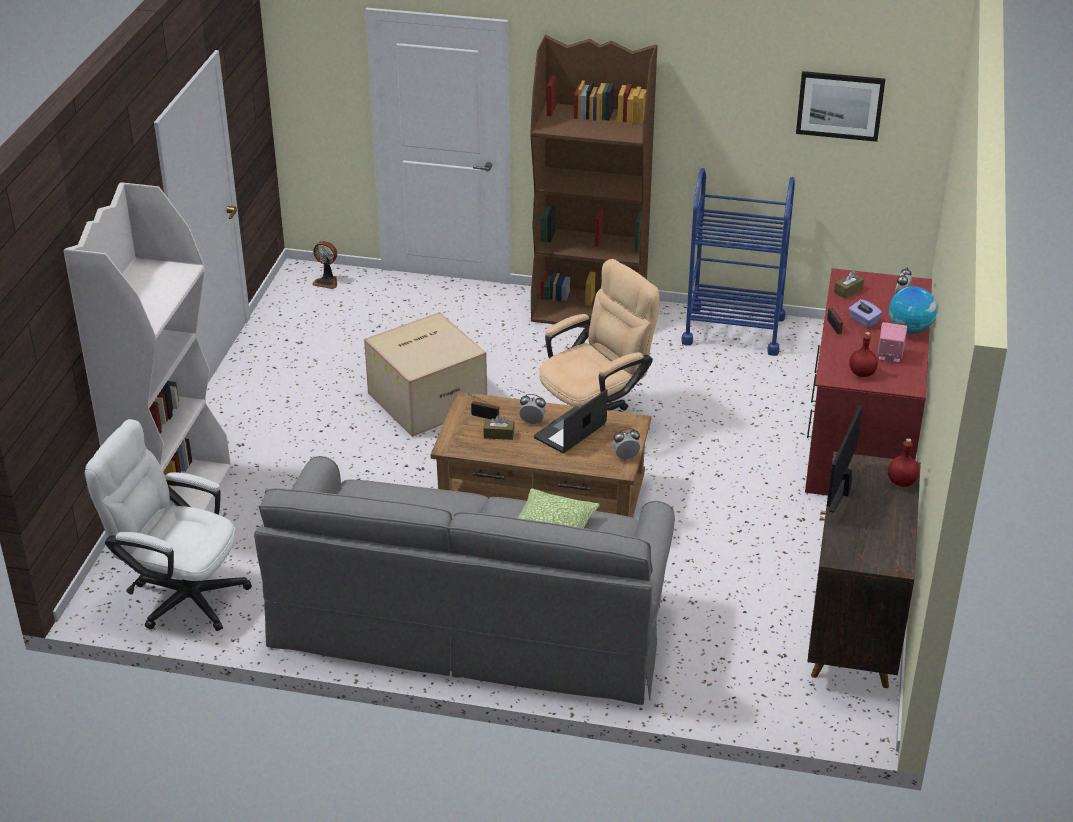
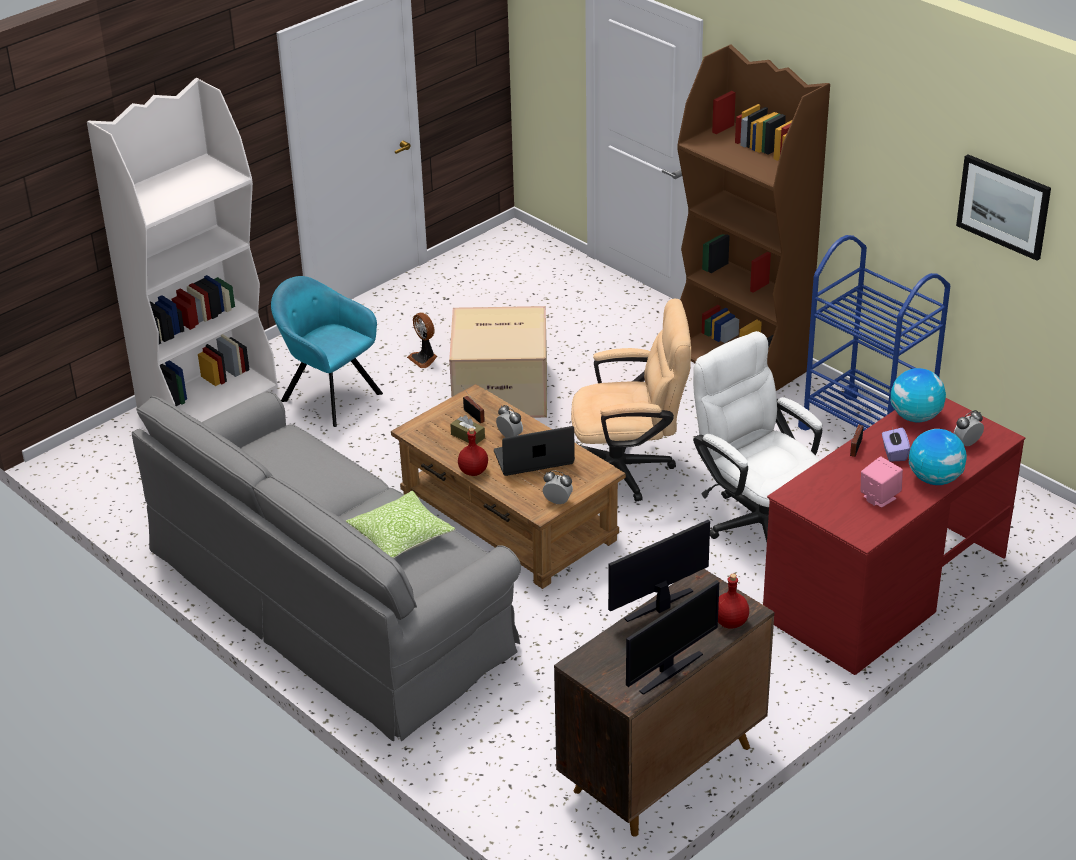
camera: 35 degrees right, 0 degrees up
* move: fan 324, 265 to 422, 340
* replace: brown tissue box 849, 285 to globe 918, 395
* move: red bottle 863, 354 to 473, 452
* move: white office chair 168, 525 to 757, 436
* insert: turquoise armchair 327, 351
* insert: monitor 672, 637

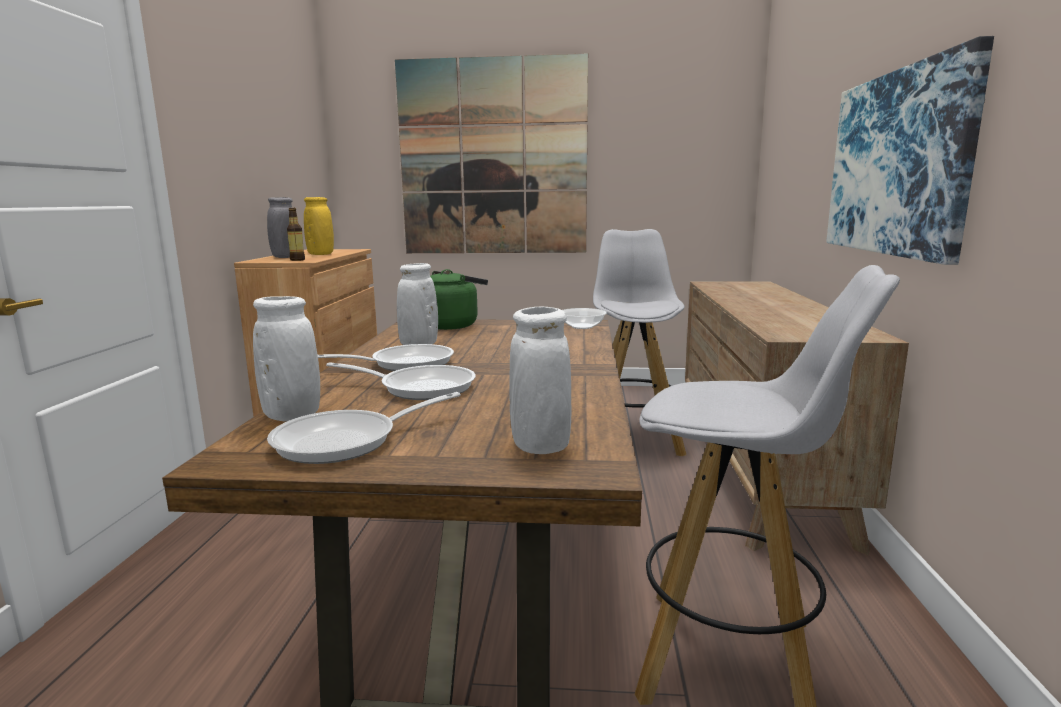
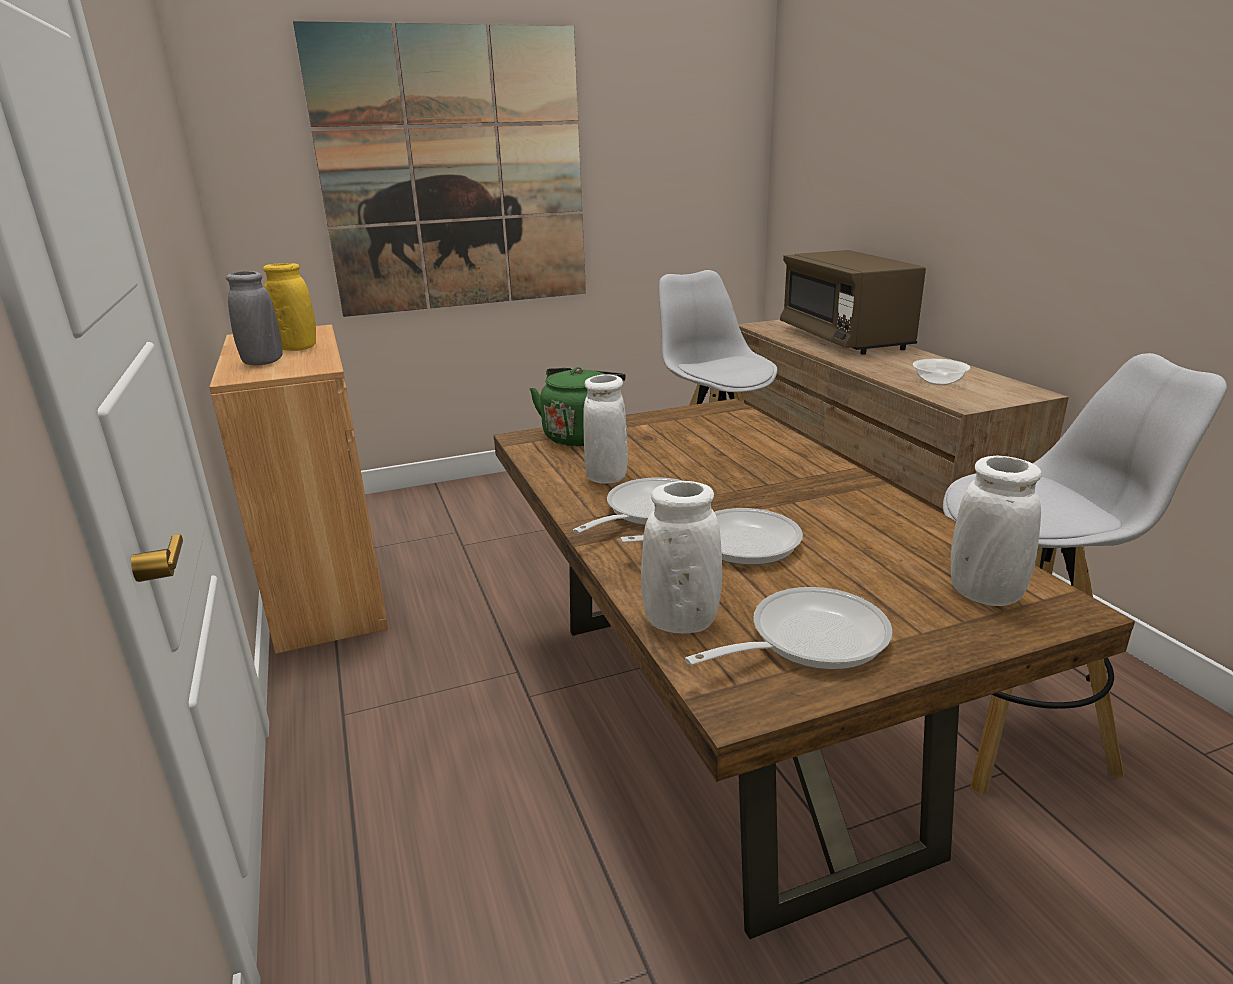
camera: 25 degrees left, 10 degrees up
* delete: picture 910, 150
* delete: bottle 296, 234
* move: bowl 584, 318 to 941, 372
* rotate: frying pan 364, 428 = 789, 628 150 degrees counterclockwise
* insert: brown microwave 853, 302

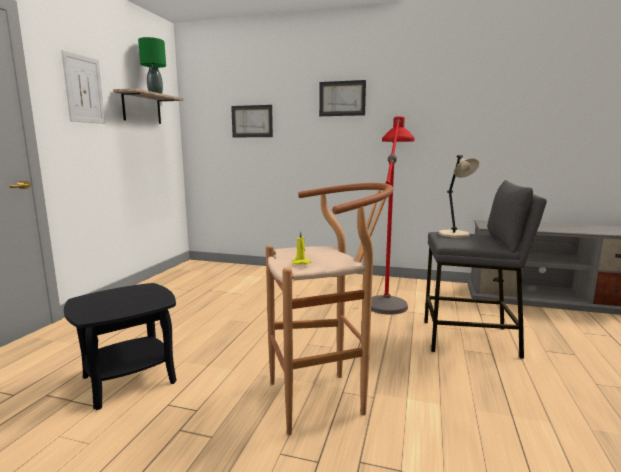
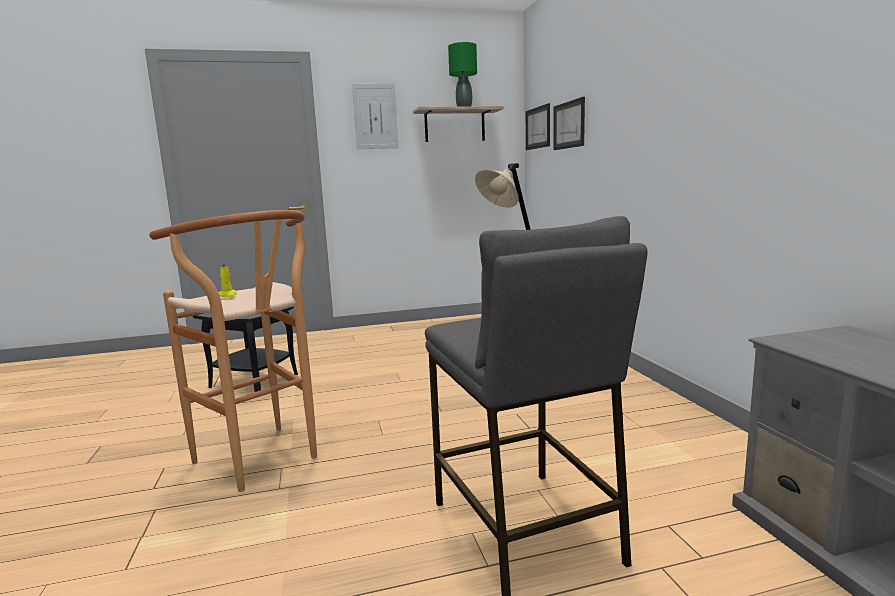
camera: 60 degrees right, 0 degrees up
* move: picture 342, 98 to 538, 126
* delete: red floor lamp 393, 215

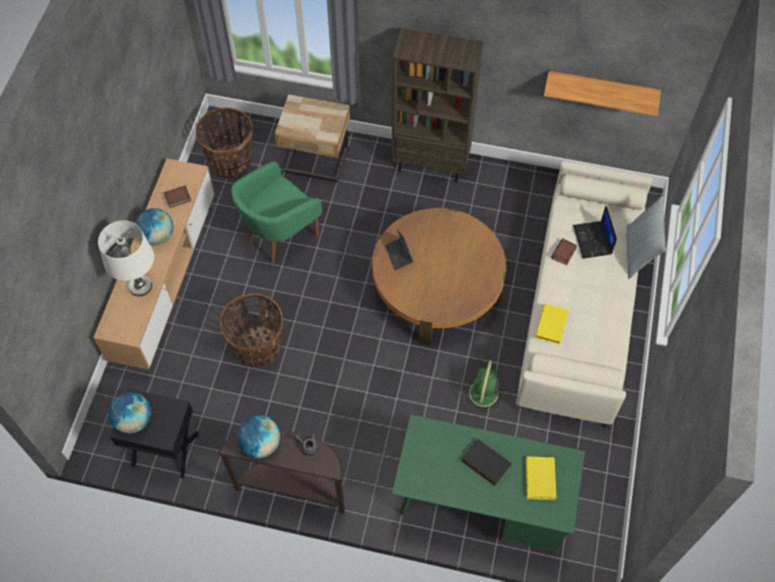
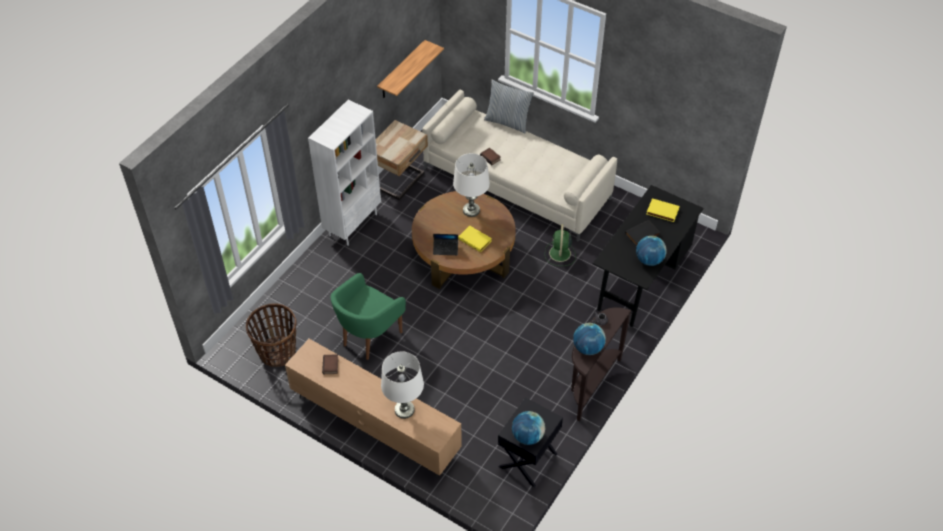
camera: 70 degrees left, 10 degrees down
* recolor: brown bookcase 437, 105 to white bookcase 344, 173
* move: beige nightstand 312, 138 to 402, 160
* rotate: green armchair 276, 212 = 368, 316 60 degrees clockwise
* delete: laptop 595, 232
* move: globe 155, 226 to 651, 251
* delete: basket 251, 331
* move: yellow book 552, 324 to 475, 239
* rotate: green fan 483, 387 = 560, 245 60 degrees clockwise
* recolor: green desk 488, 483 to black desk 648, 256
* insert: white table lamp 471, 185

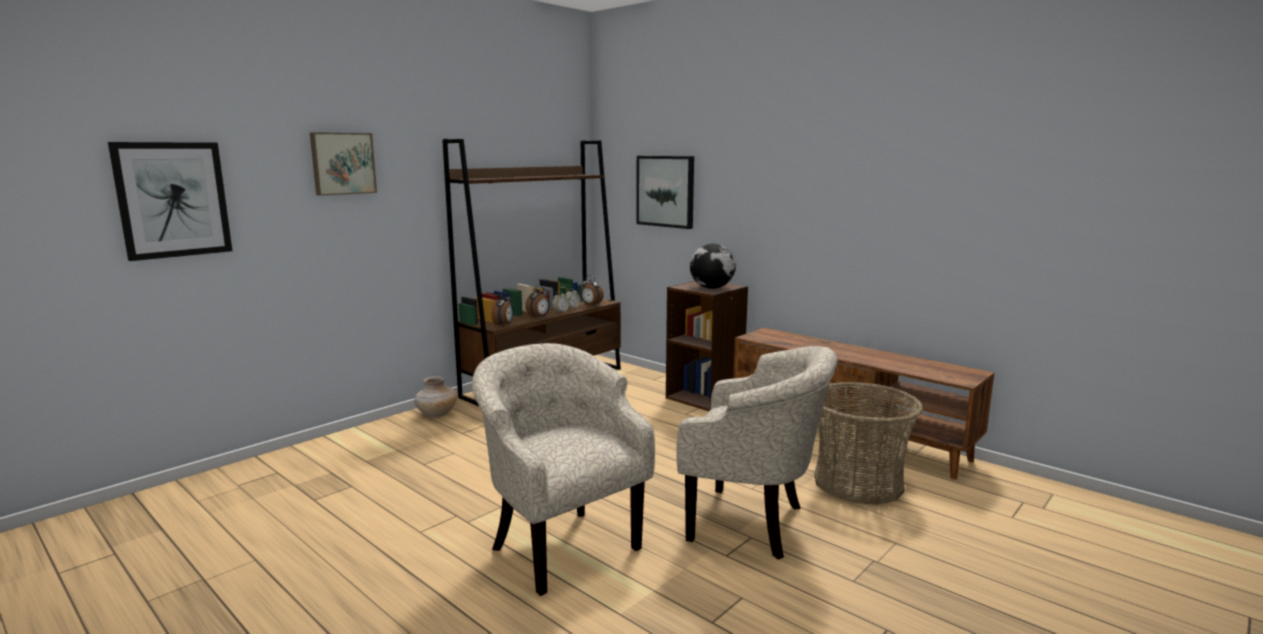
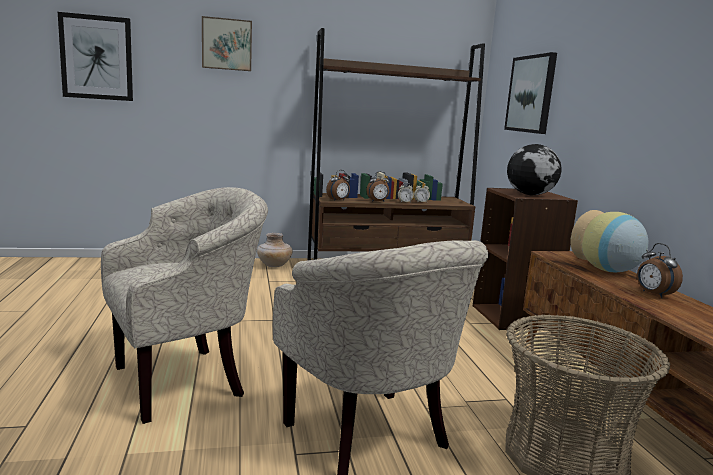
camera: 35 degrees right, 0 degrees up
* move: alarm clock 592, 290 to 660, 270
* rotate: beige armchair 563, 469 = 184, 305 60 degrees clockwise
* insert: vase 609, 241

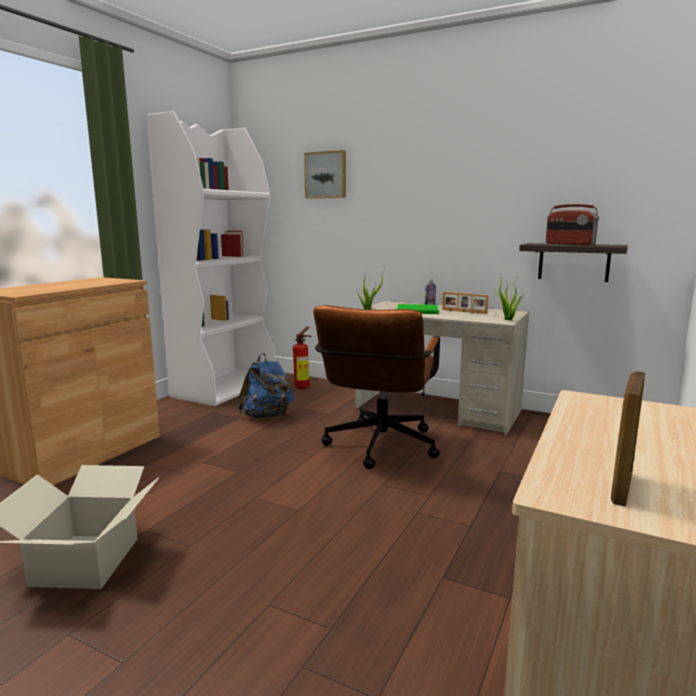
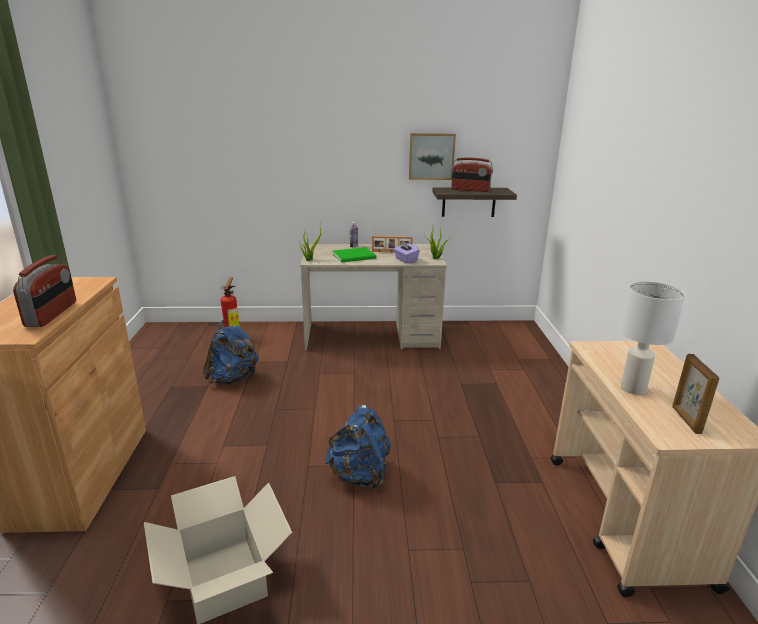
camera: 30 degrees left, 10 degrees up
* delete: white bookcase 211, 258
* move: picture 325, 174 to 432, 156
* delete: brown office chair 376, 387
* insert: purple tissue box 407, 252
* insert: radio 44, 291
* insert: white table lamp 652, 338
* insert: blue backpack 358, 447

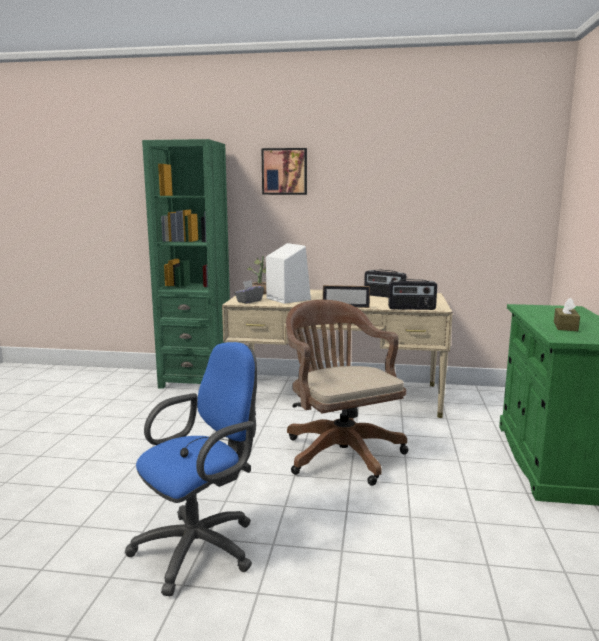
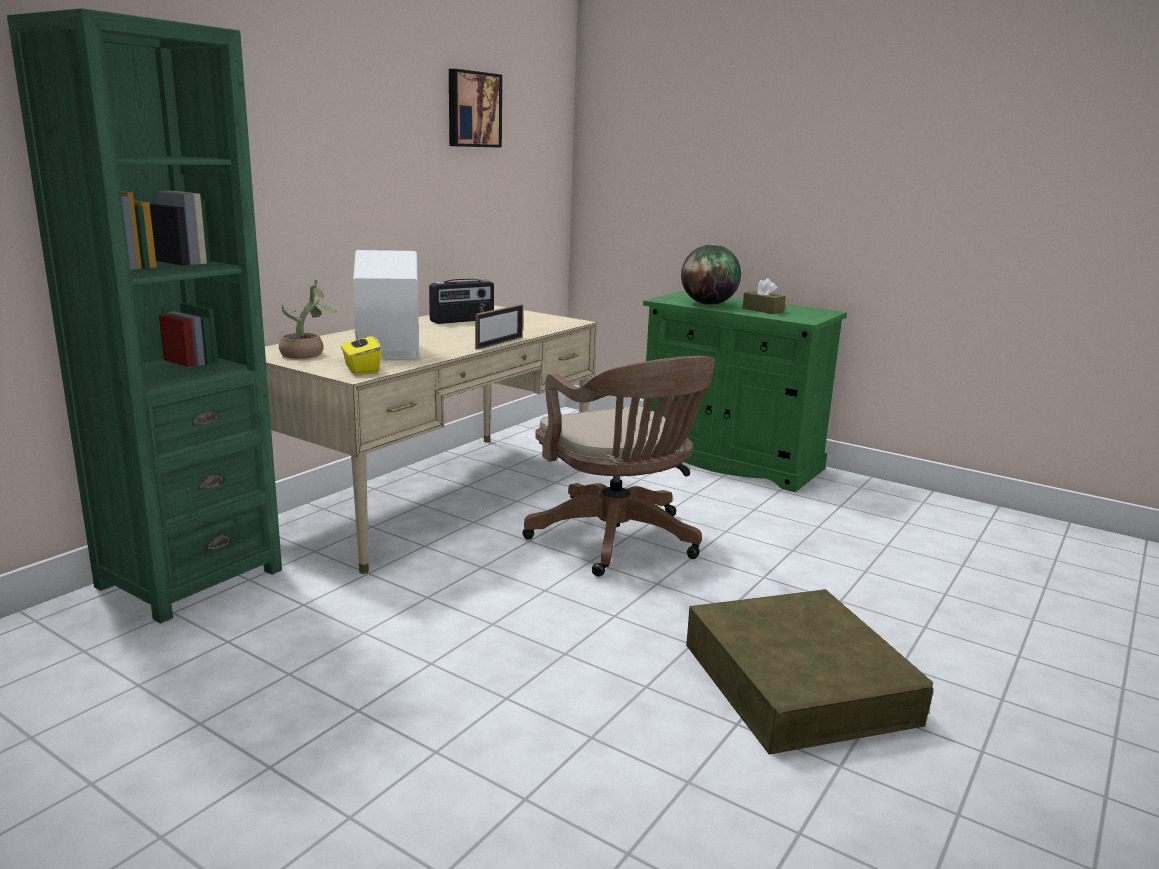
camera: 65 degrees left, 5 degrees up
* move: picture 284, 171 to 475, 108
* delete: radio 412, 294
* recolor: grey tissue box 249, 292 to yellow tissue box 361, 352
* rotate: brown office chair 347, 393 = 618, 466 120 degrees counterclockwise
* replace: blue office chair 191, 469 to brown storage box 810, 671
* insert: globe 711, 274

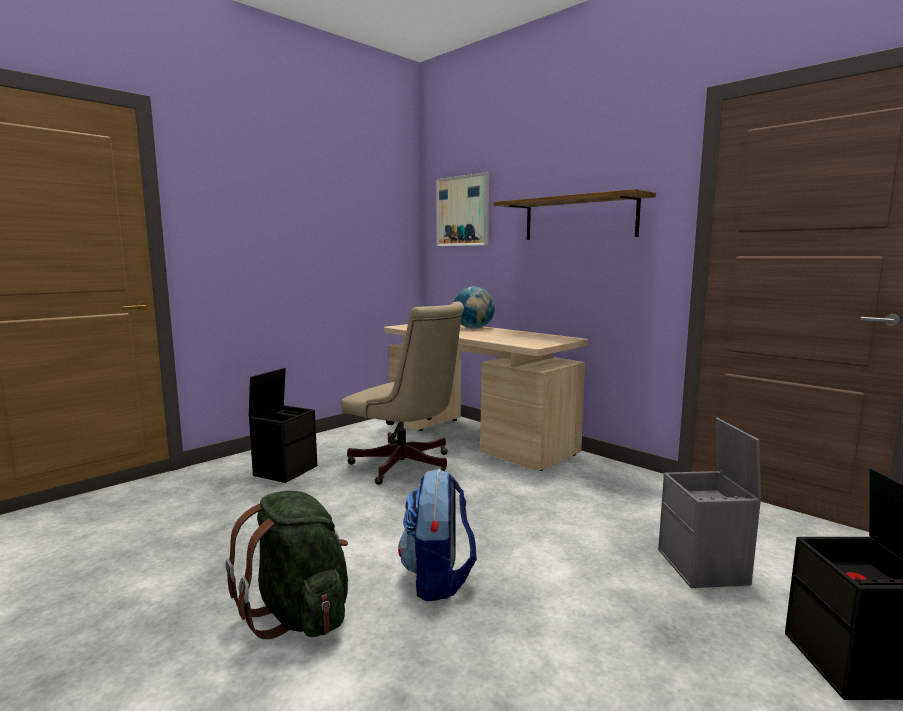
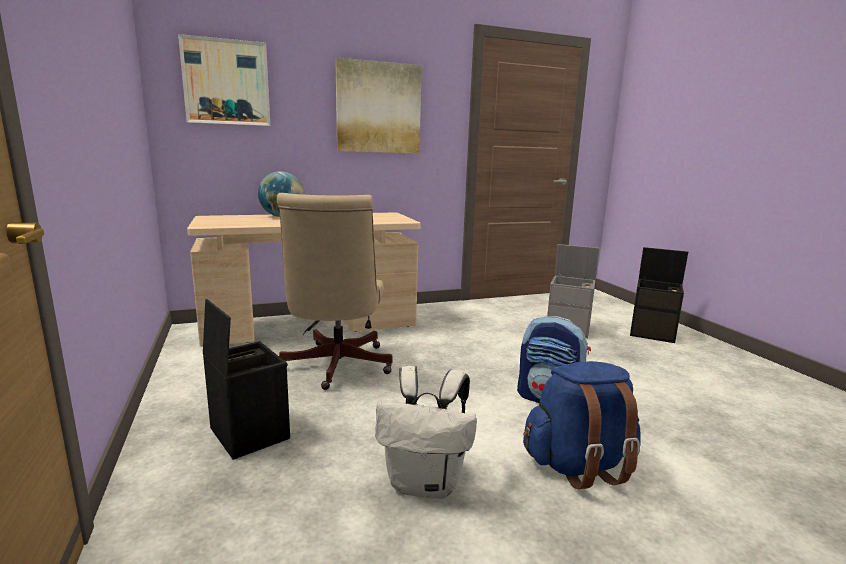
camera: 65 degrees left, 5 degrees up
* replace: shelf 575, 214 to picture 378, 105
* rotate: beige office chair 402, 393 = 335, 291 120 degrees clockwise
* recolor: green backpack 287, 565 to blue backpack 581, 425
* insert: white backpack 426, 432

